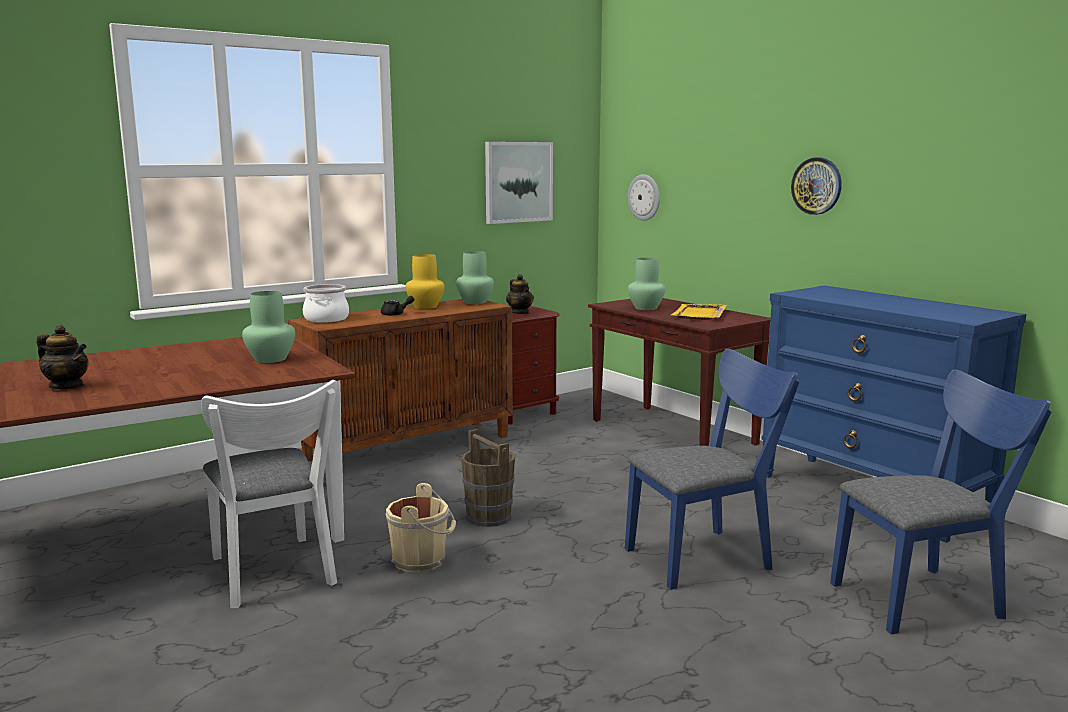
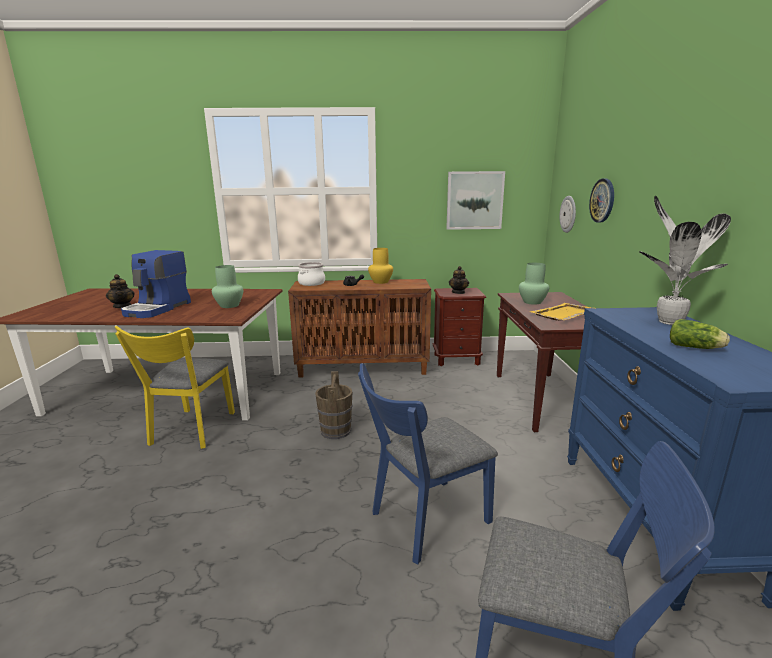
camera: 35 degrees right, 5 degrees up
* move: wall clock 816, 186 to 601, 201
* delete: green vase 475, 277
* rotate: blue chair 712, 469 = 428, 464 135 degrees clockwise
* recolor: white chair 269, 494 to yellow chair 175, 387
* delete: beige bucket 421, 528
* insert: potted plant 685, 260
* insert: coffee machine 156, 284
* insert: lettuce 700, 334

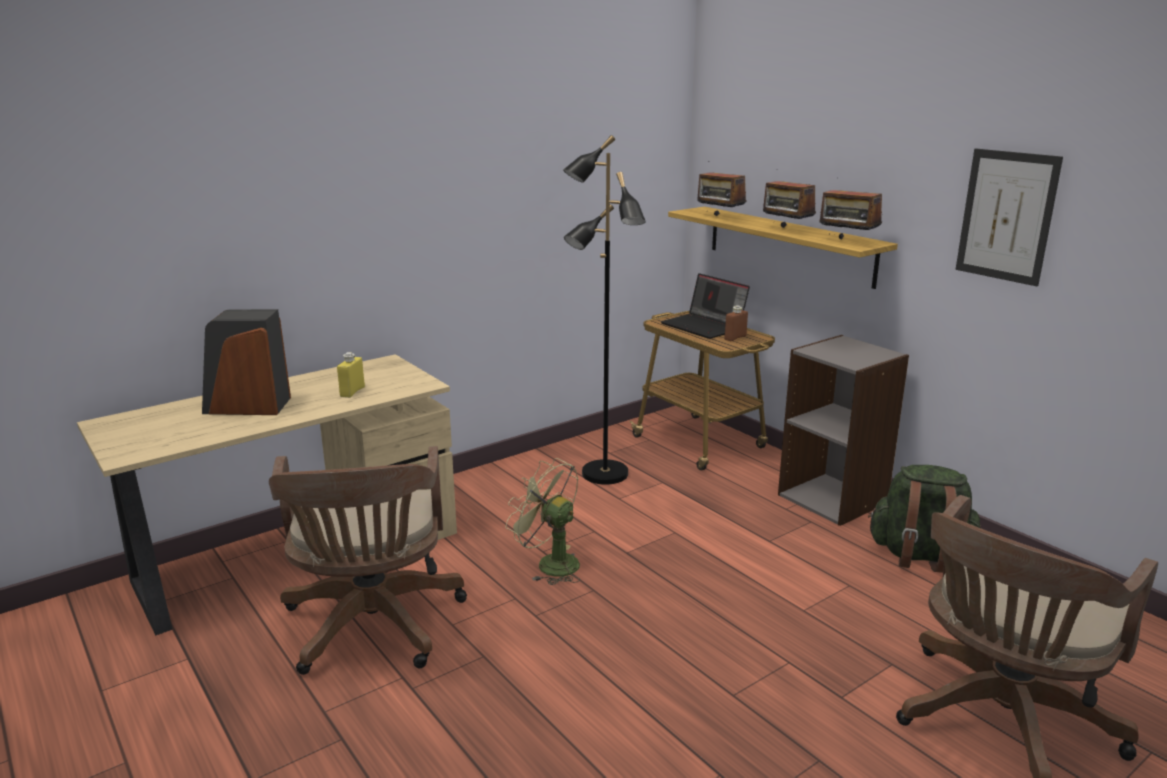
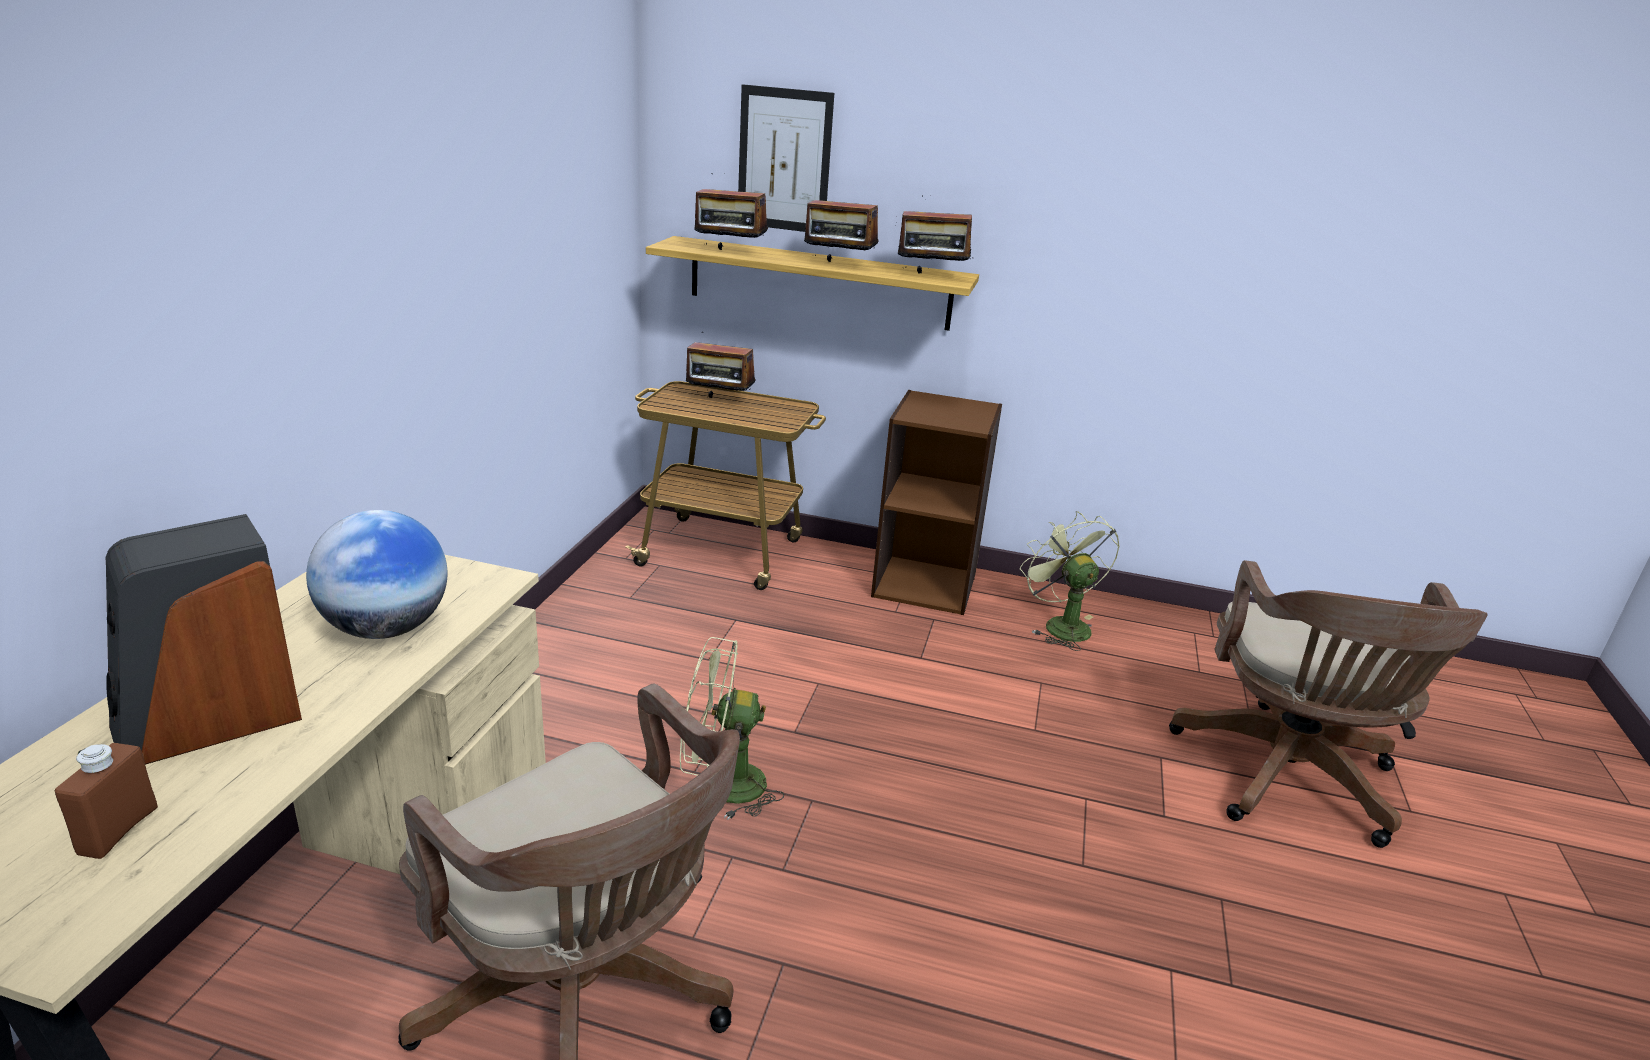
camera: 40 degrees left, 5 degrees up
* delete: black floor lamp 604, 310
* move: picture 1009, 217 to 786, 158
* replace: laptop 705, 306 to radio 721, 365
* move: brown bottle 736, 323 to 106, 801
* recolor: grey bookcase 843, 430 to brown bookcase 936, 502
* replace: yellow bottle 351, 375 to globe 376, 574
* replace: green backpack 924, 519 to green fan 1070, 581

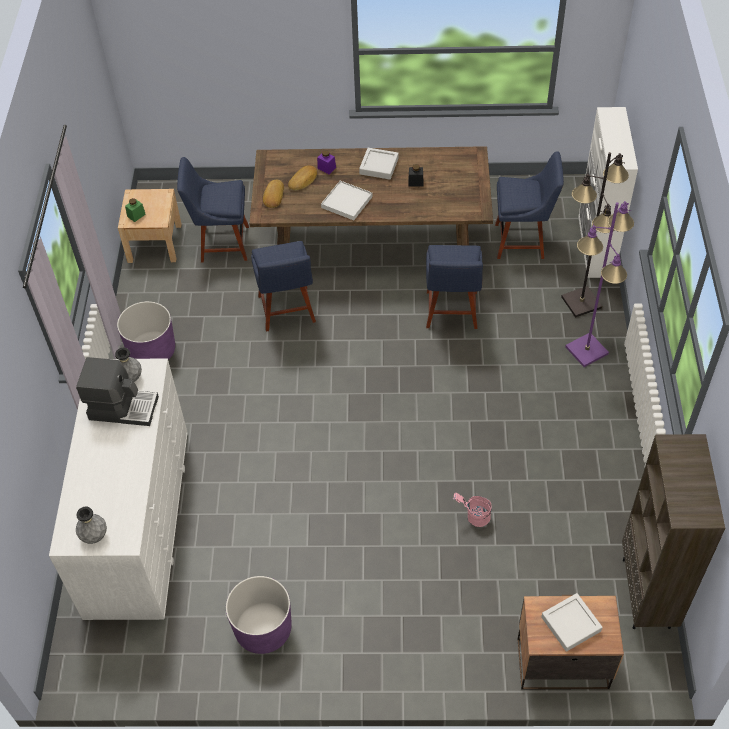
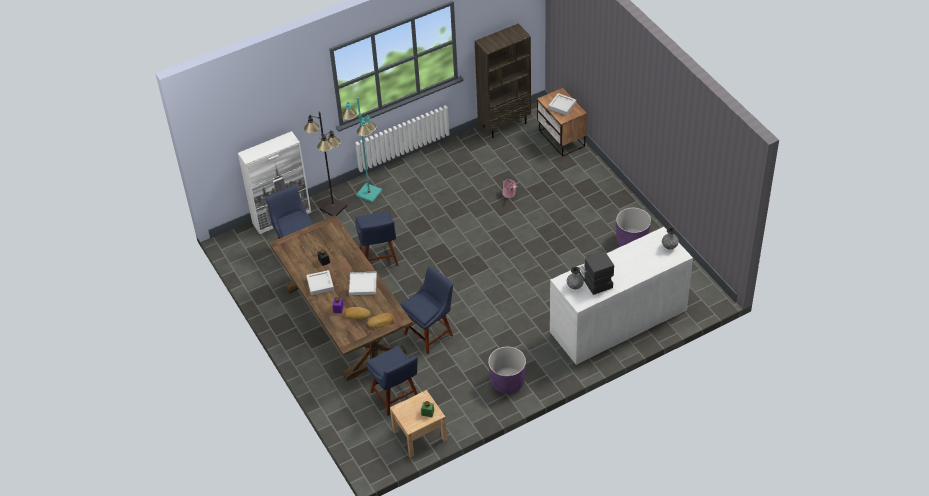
camera: 120 degrees left, 5 degrees down
* recolor: purple floor lamp 599, 284 to turquoise floor lamp 361, 150
* rotate: blue chair 454, 287 = 377, 238 105 degrees clockwise

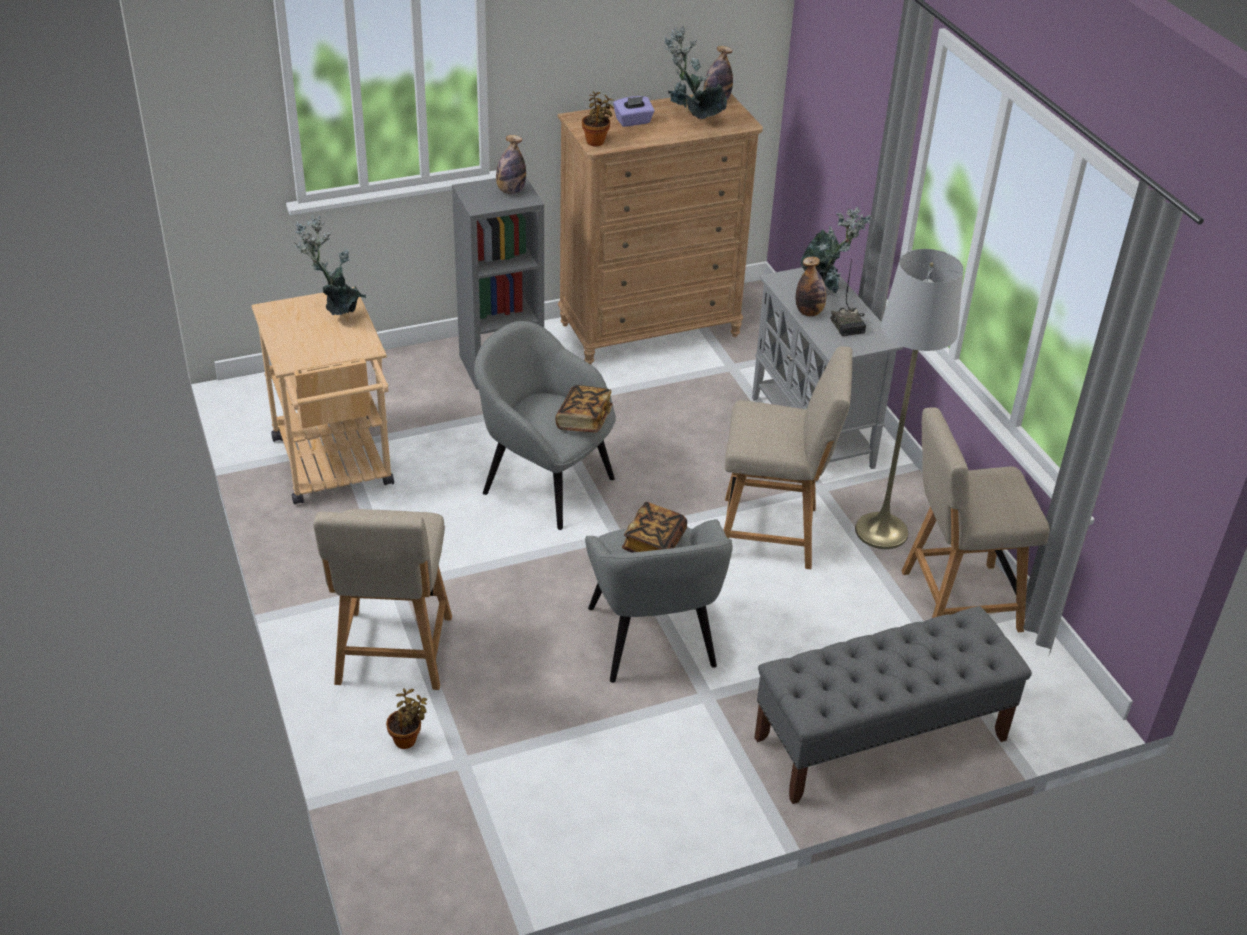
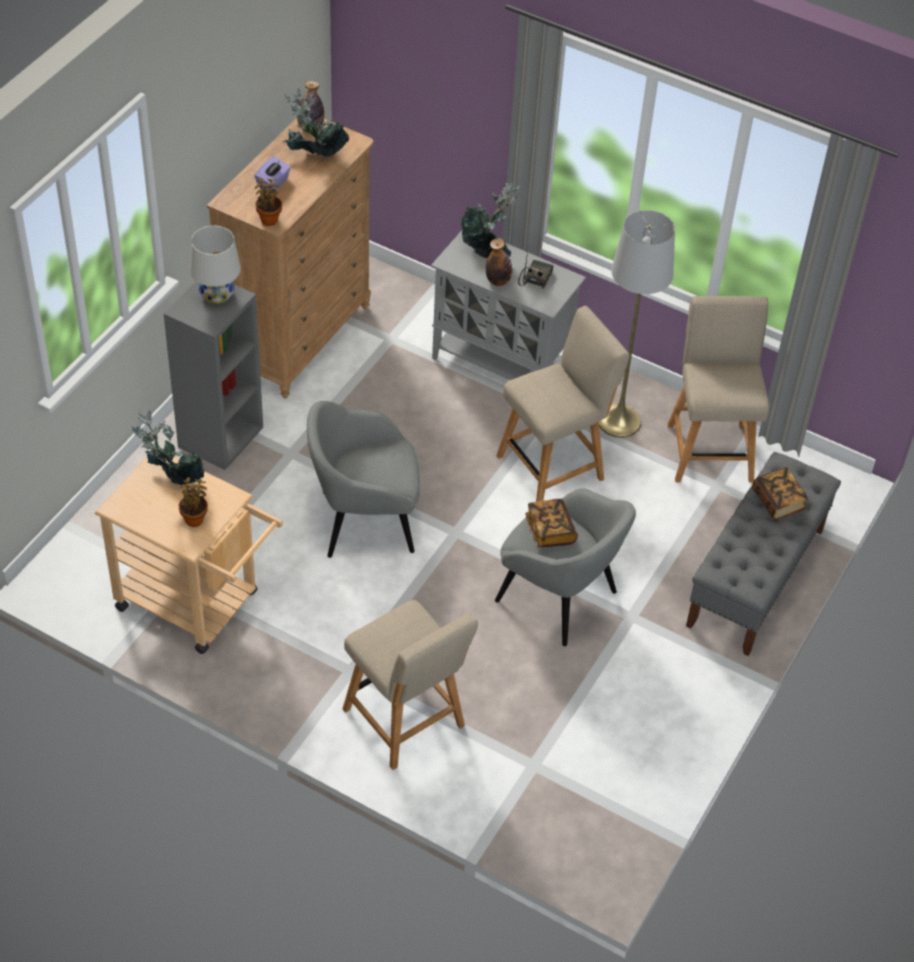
camera: 40 degrees left, 10 degrees up
* replace: bottle 511, 164 to white table lamp 215, 265
* rotate: radio 848, 298 = 535, 271 105 degrees counterclockwise
* move: book 584, 408 to 780, 494
* rotate: beige chair 976, 519 = 718, 389 135 degrees clockwise
* move: potted plant 406, 718 to 193, 502

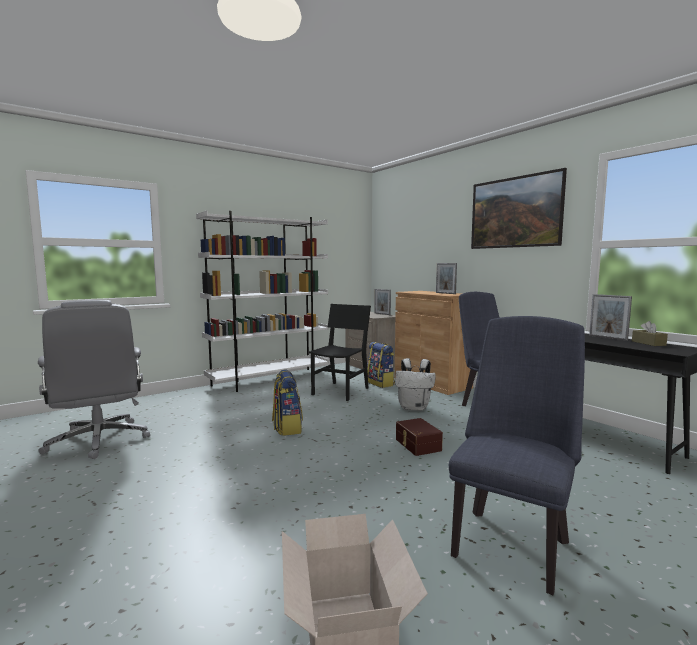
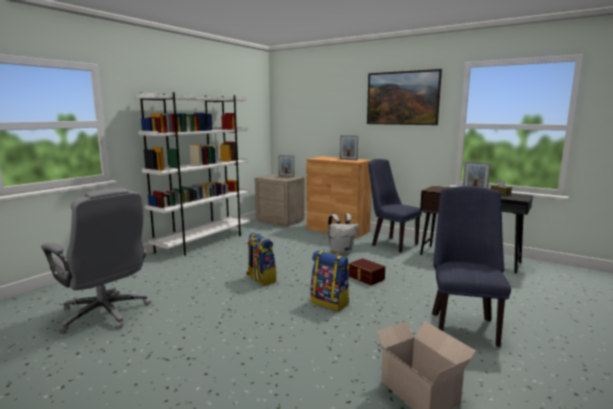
camera: 20 degrees left, 5 degrees up
* delete: black chair 340, 352
* move: backpack 381, 365 to 329, 281

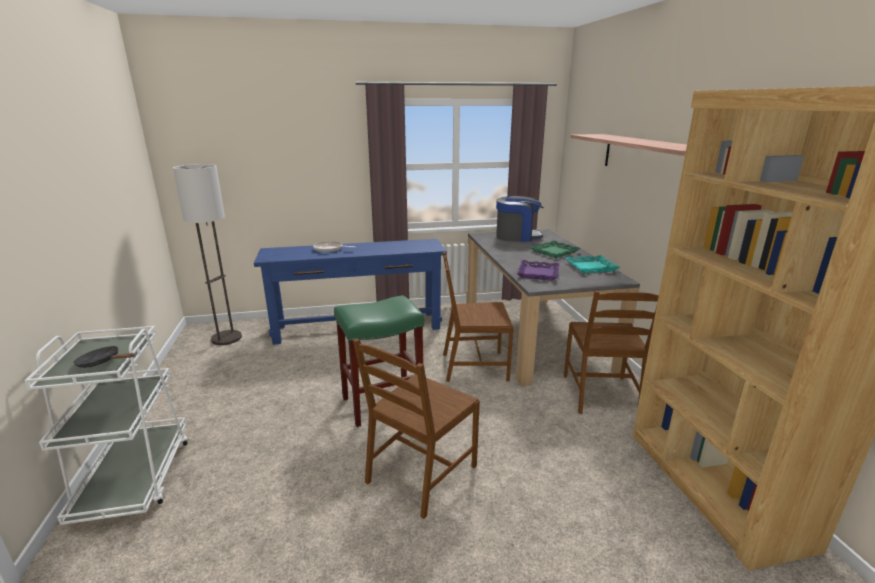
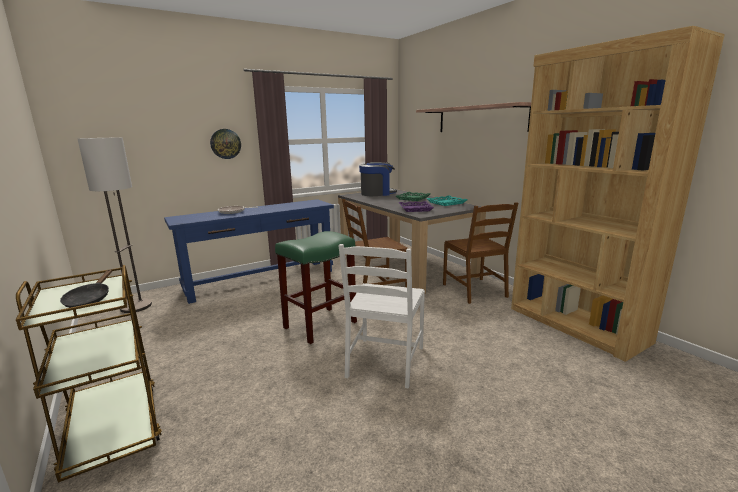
camera: 20 degrees left, 5 degrees down
* recolor: white cart 106, 425 to brown cart 89, 374
* recolor: brown chair 416, 428 to white chair 381, 316
* rotate: black frying pan 103, 357 = 86, 288 90 degrees counterclockwise
* insert: wall clock 225, 144

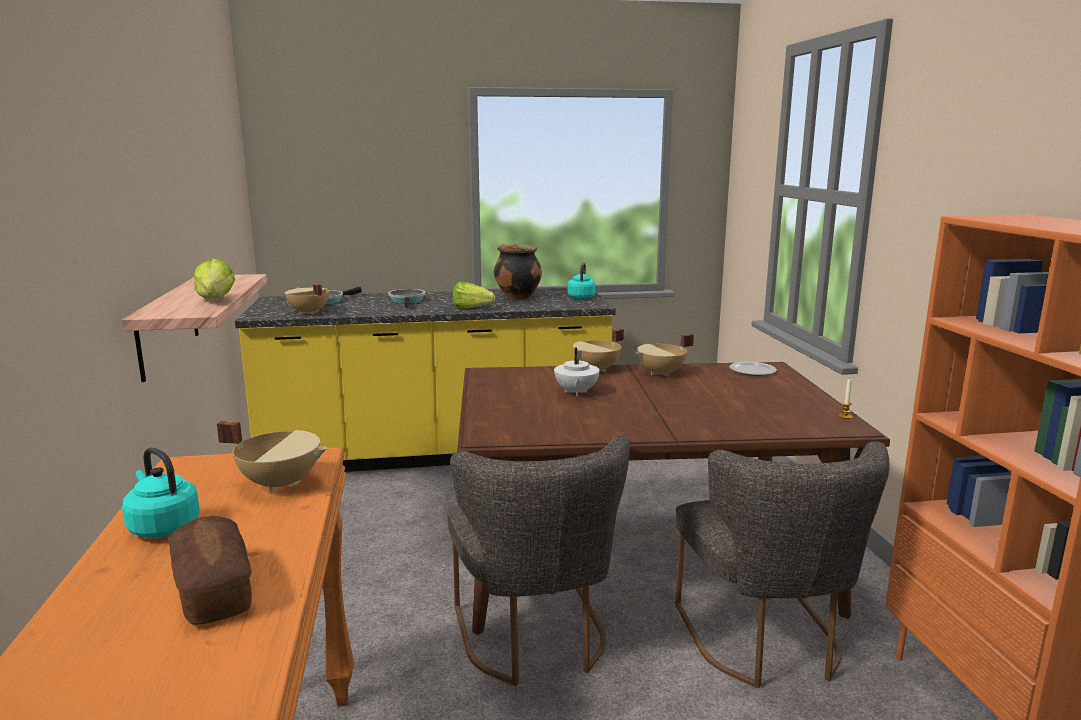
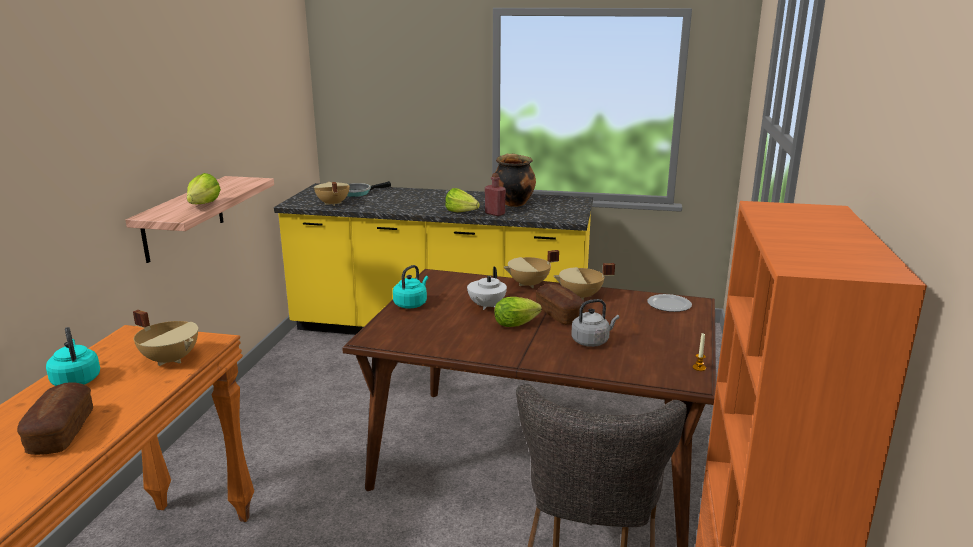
camera: 20 degrees right, 5 degrees up
* move: turquoise kettle 581, 281 to 410, 287
* delete: frying pan 406, 298
* delete: grey chair 538, 560
* insert: red bottle 495, 194
* insert: bread 560, 303
* insert: lettuce 518, 312
* insert: grey kettle 595, 323

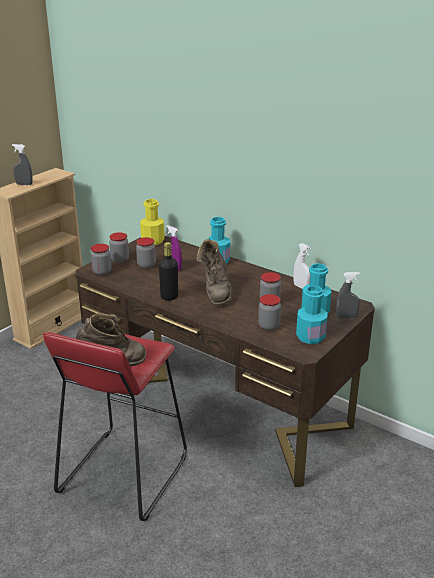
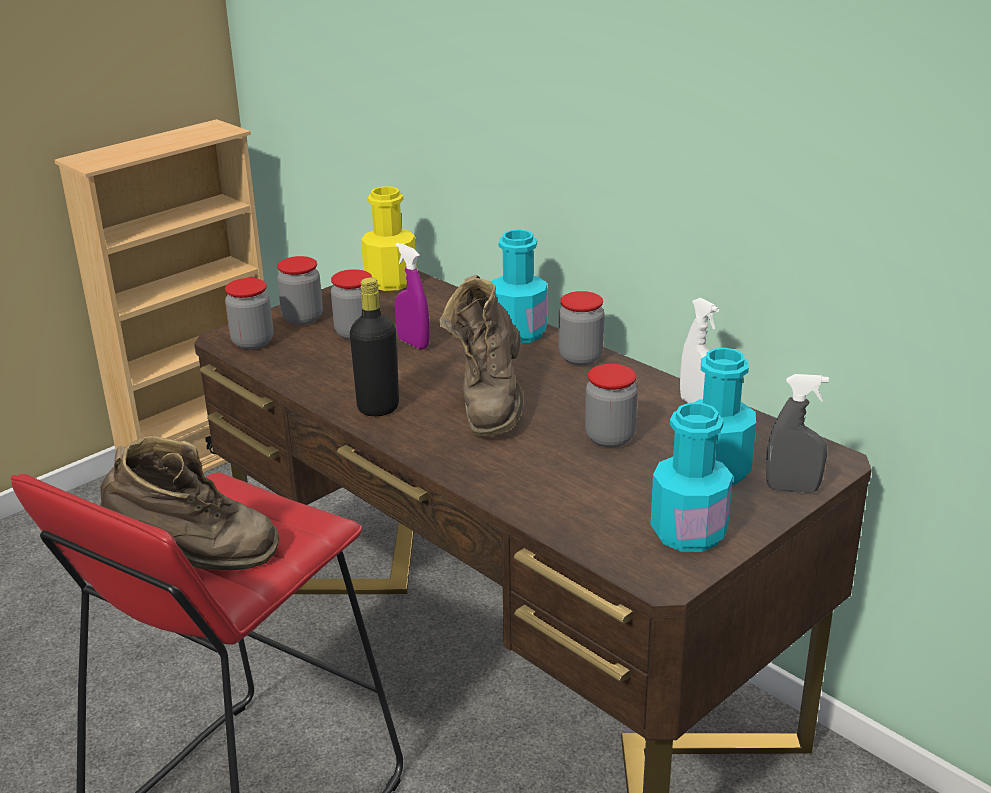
camera: 10 degrees right, 0 degrees up
* delete: grey spray bottle 22, 164
* move: jar 269, 312 to 581, 328

